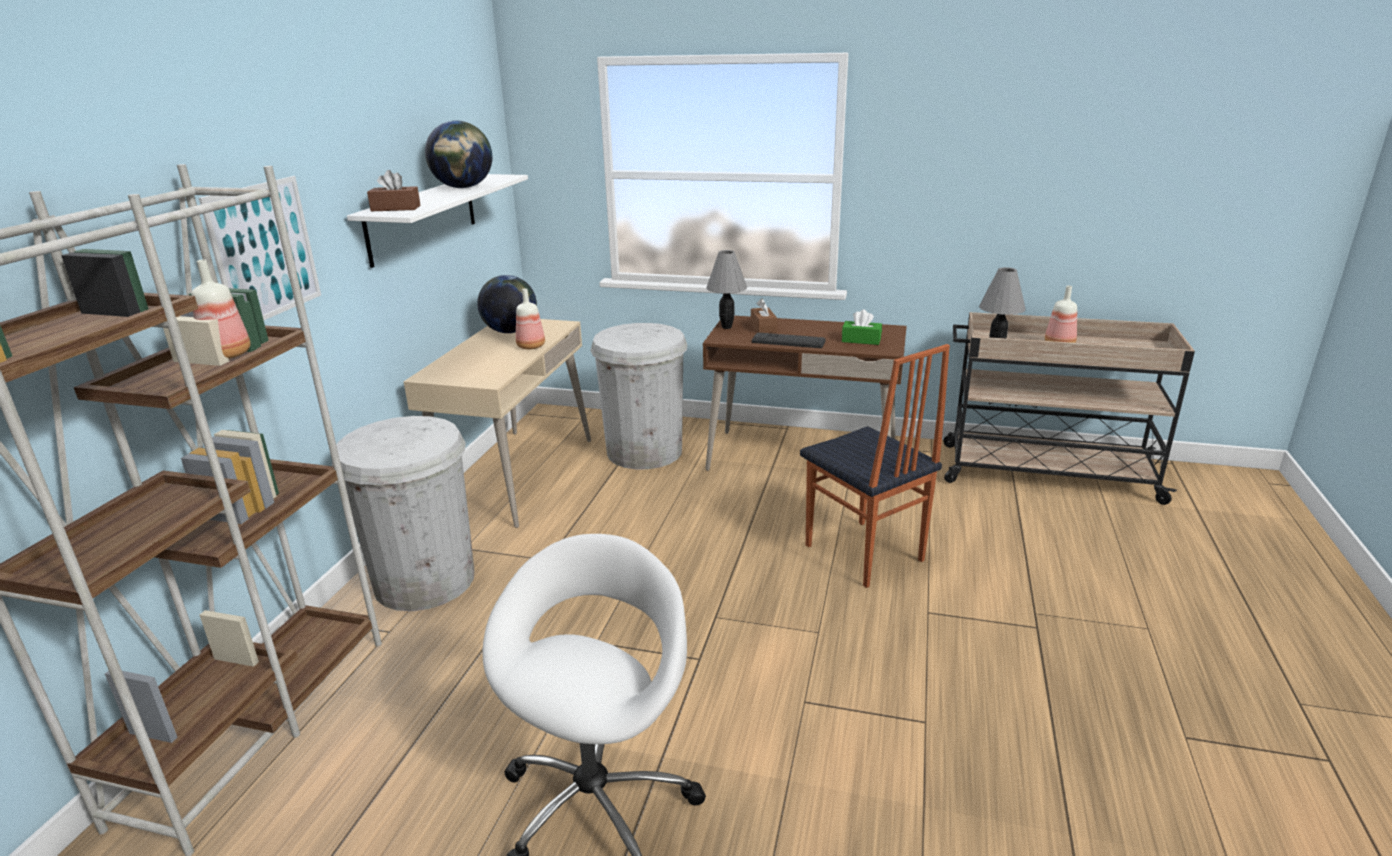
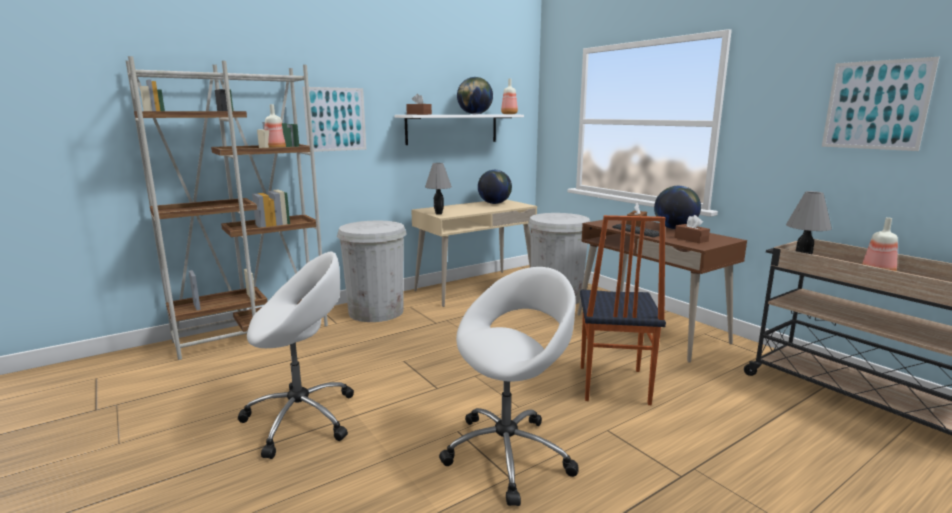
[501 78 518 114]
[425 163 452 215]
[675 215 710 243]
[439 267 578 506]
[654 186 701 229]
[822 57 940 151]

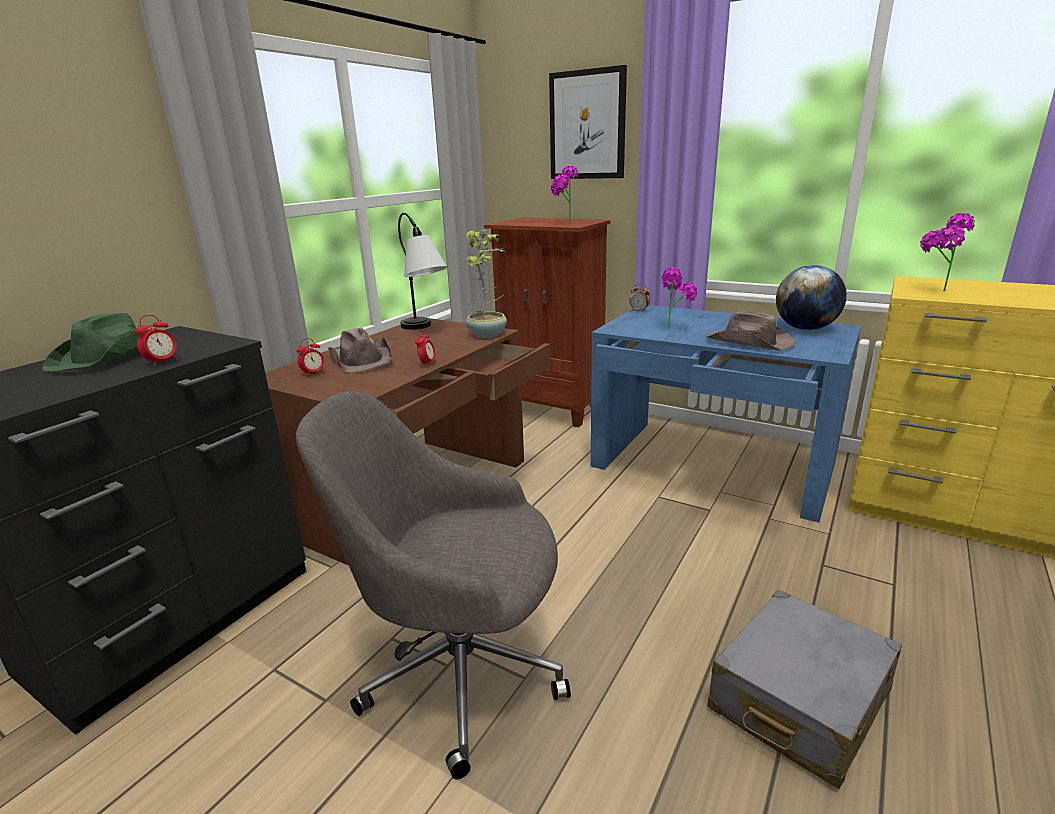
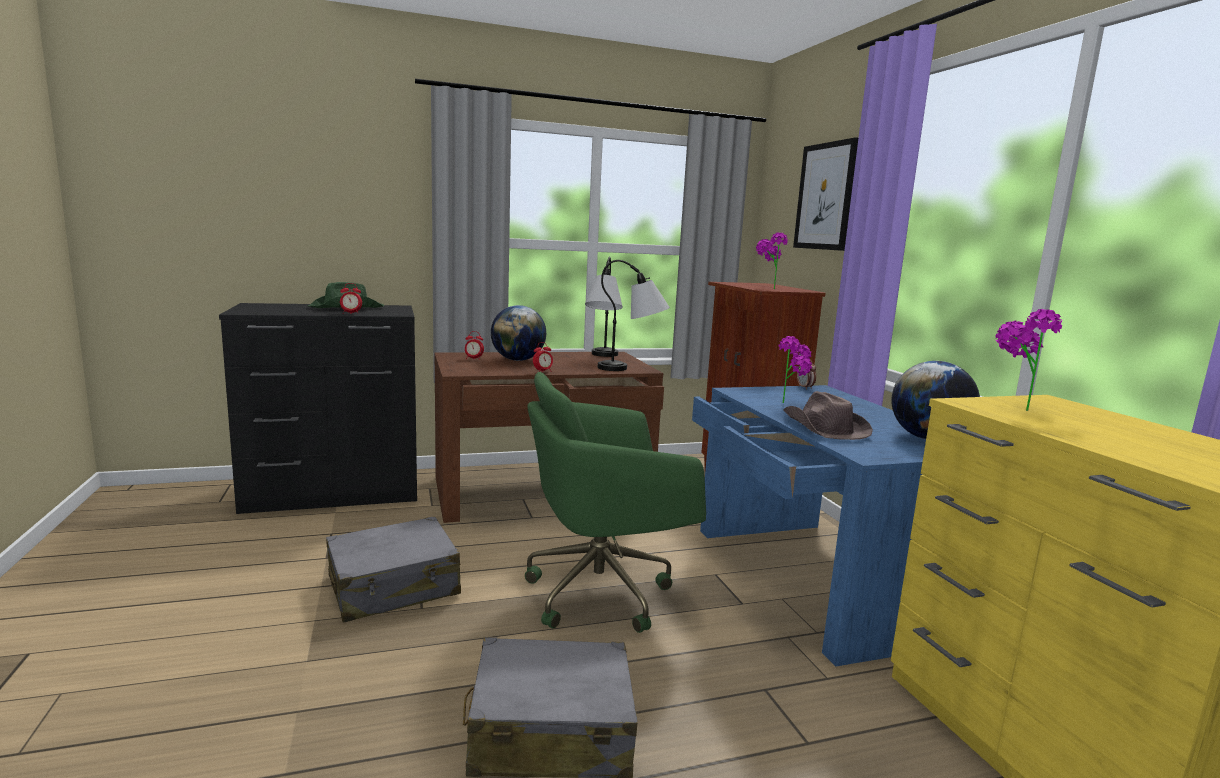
[326 516 461 622]
[491 305 546 361]
[598 260 670 371]
[525 372 706 633]

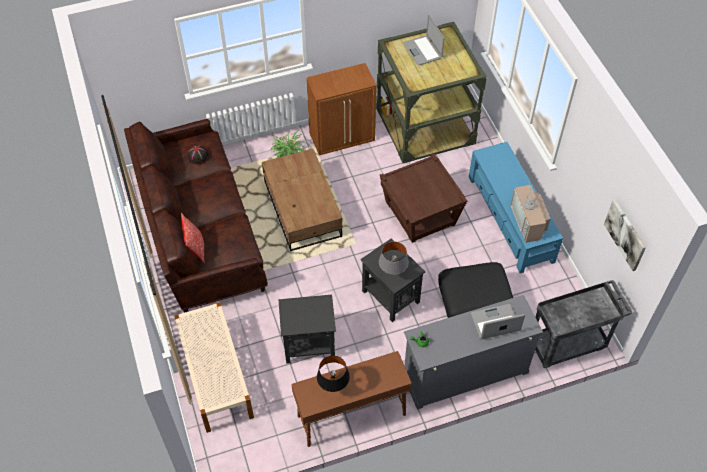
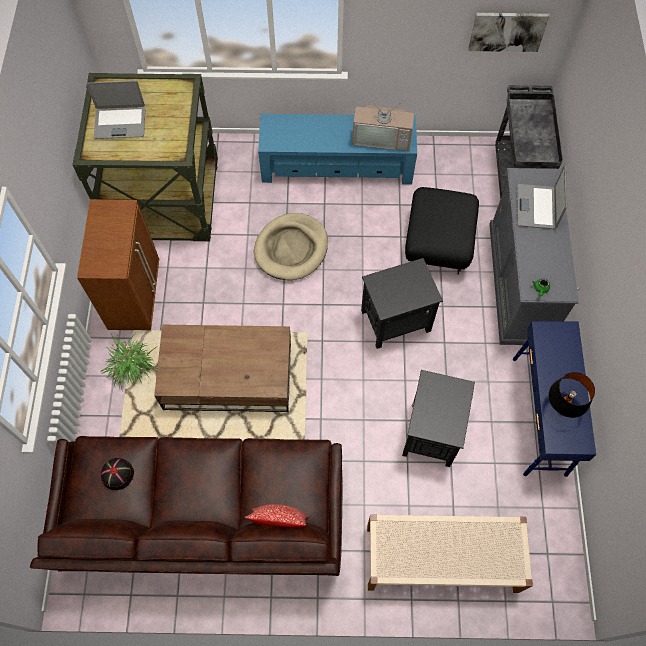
[513 321 596 477]
[379 241 409 275] (first image)
[254 213 328 280]

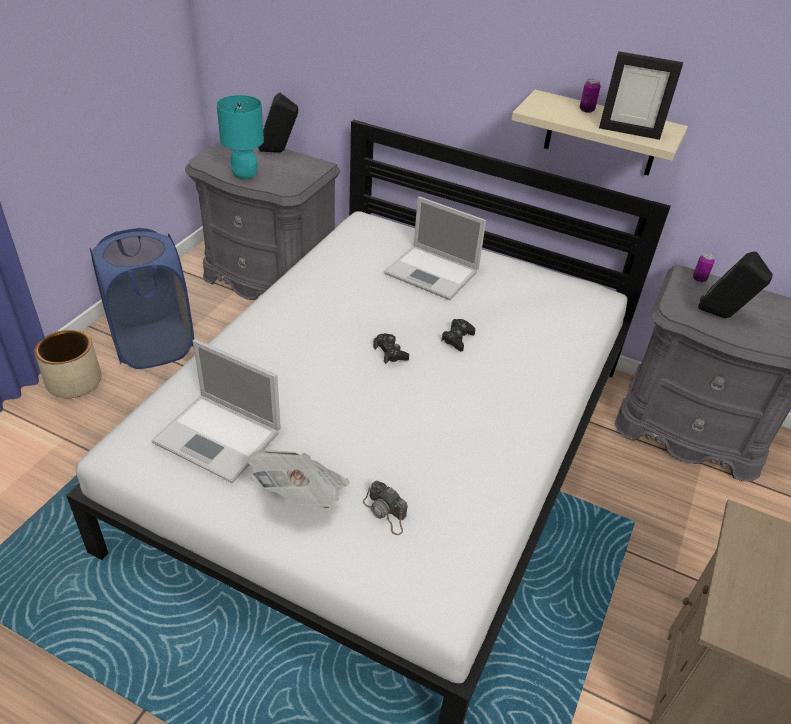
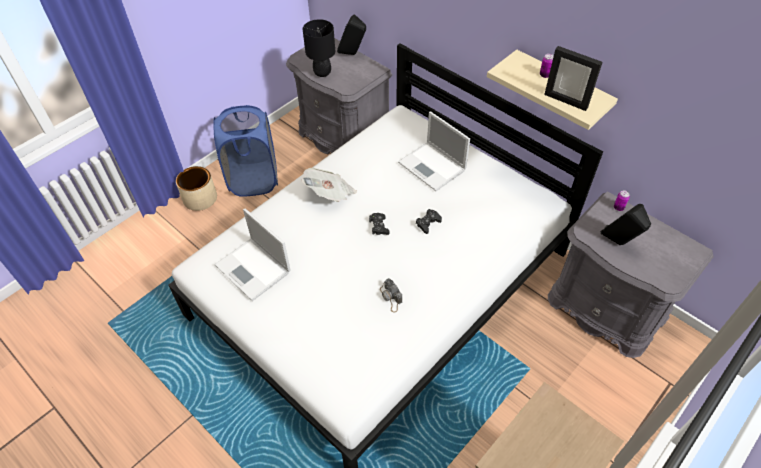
[303 19 335 77]
[301 167 357 202]
[380 278 402 313]

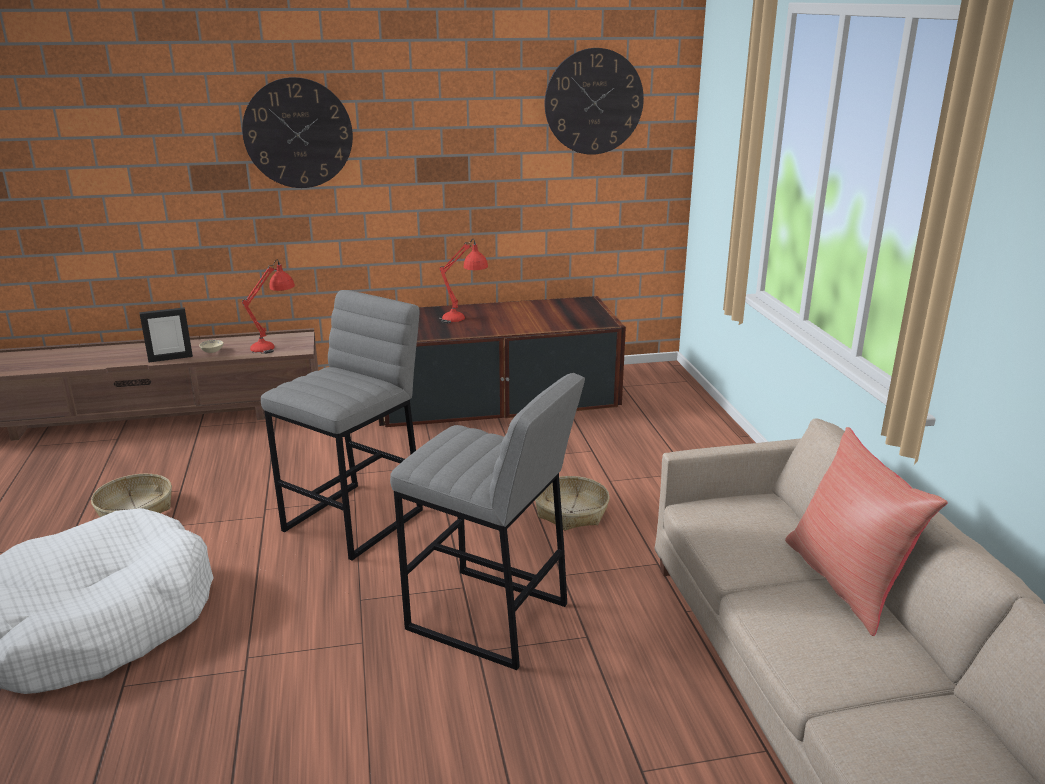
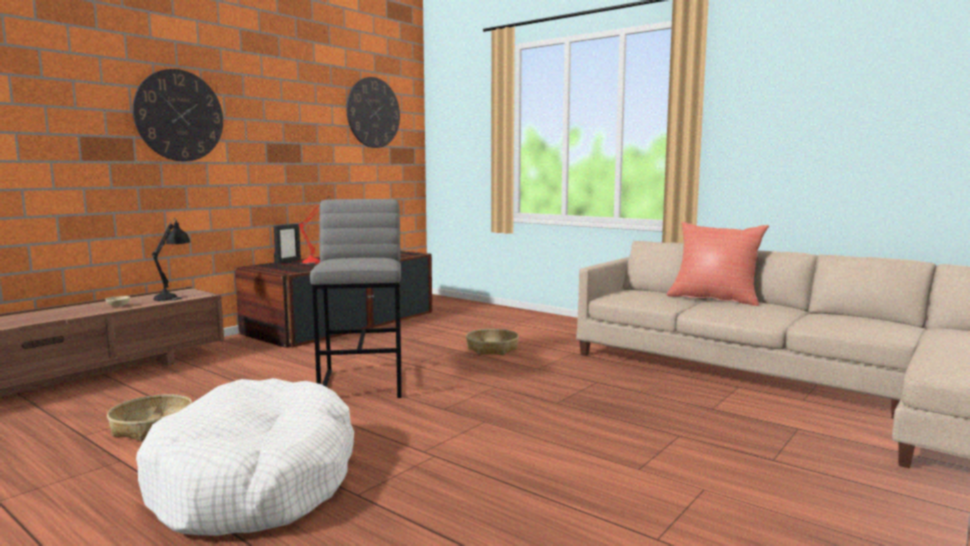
[274 224 301 264]
[152 218 190 301]
[390 373 585 670] (first image)

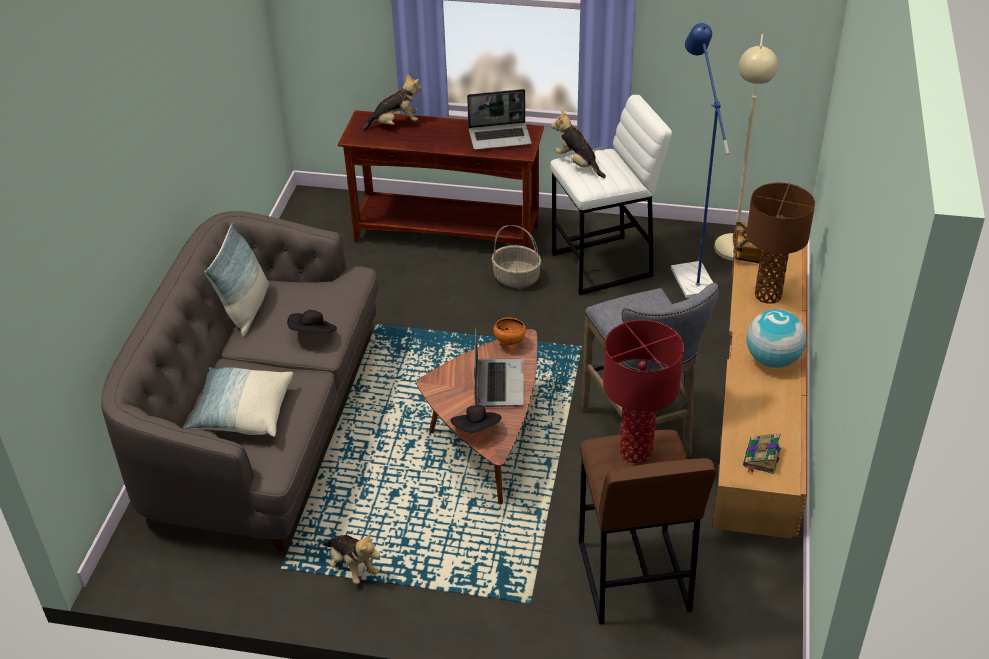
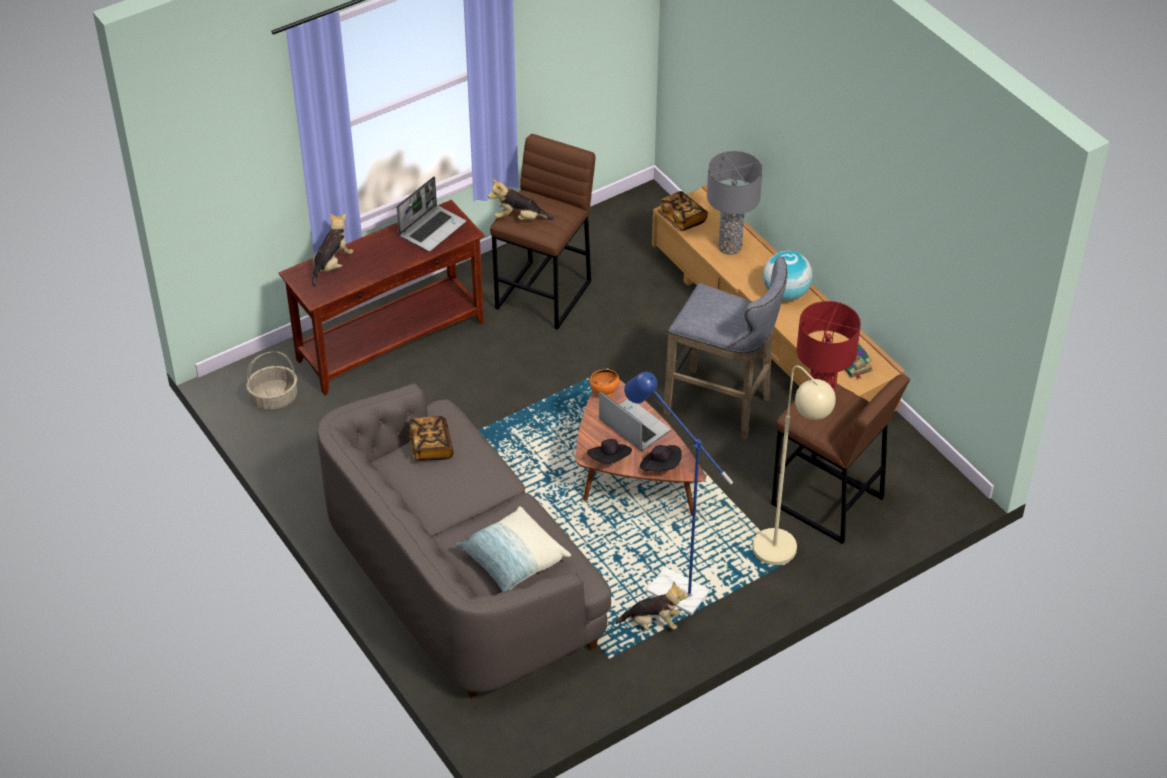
[204 223 269 337] (first image)
[587 439 632 464]
[246 351 297 411]
[490 134 595 330]
[624 372 733 616]
[752 366 836 565]
[707 151 763 255]
[409 416 454 461]

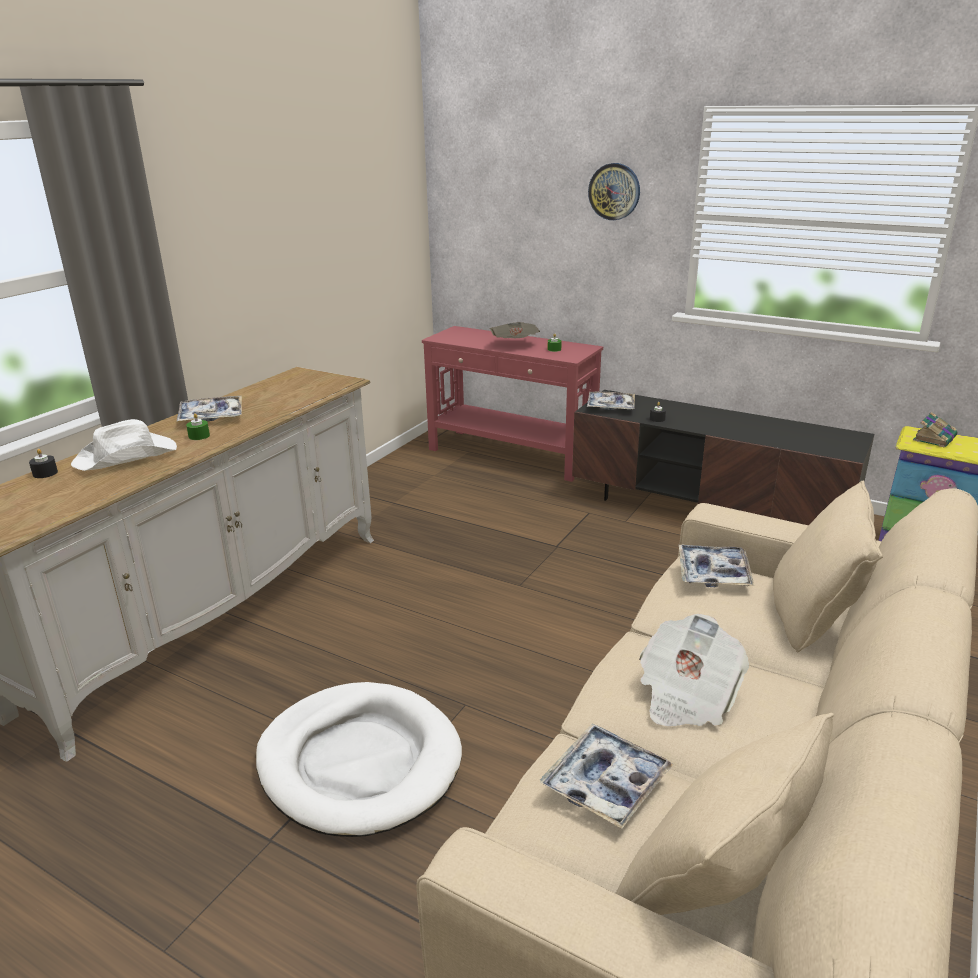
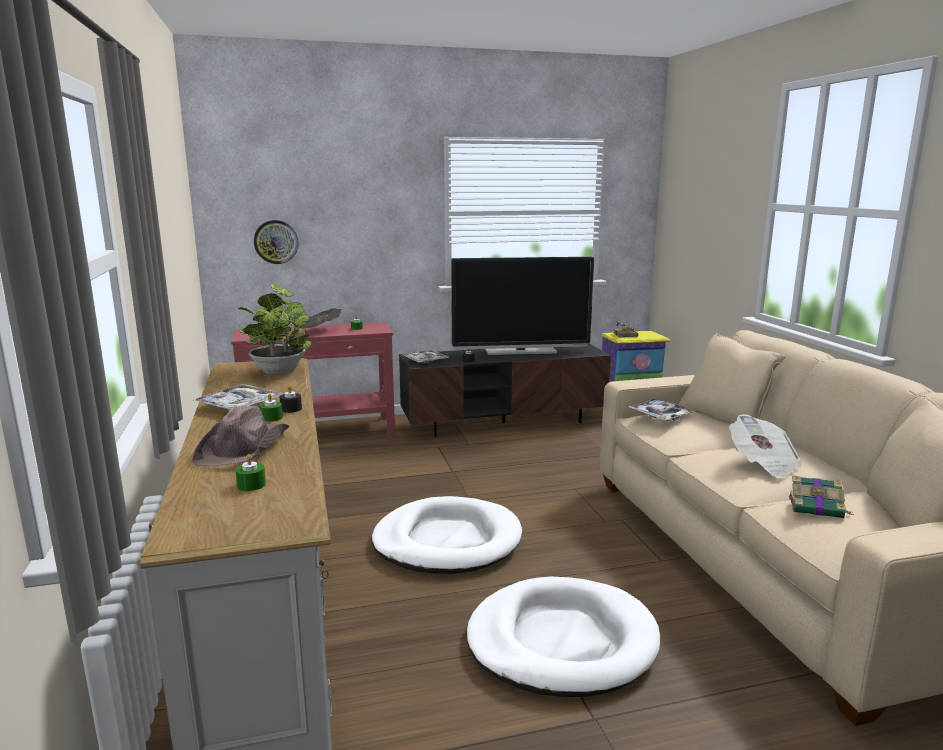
[280 385 302 413]
[192 406 289 466]
[789 476 853 518]
[254 220 299 264]
[235 454 266 491]
[238 283 312 375]
[372 496 522 574]
[451 257 594 355]

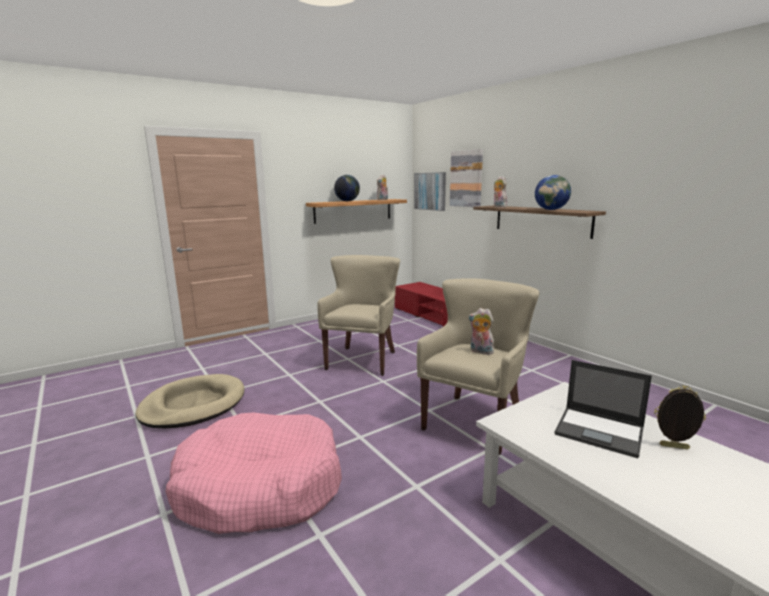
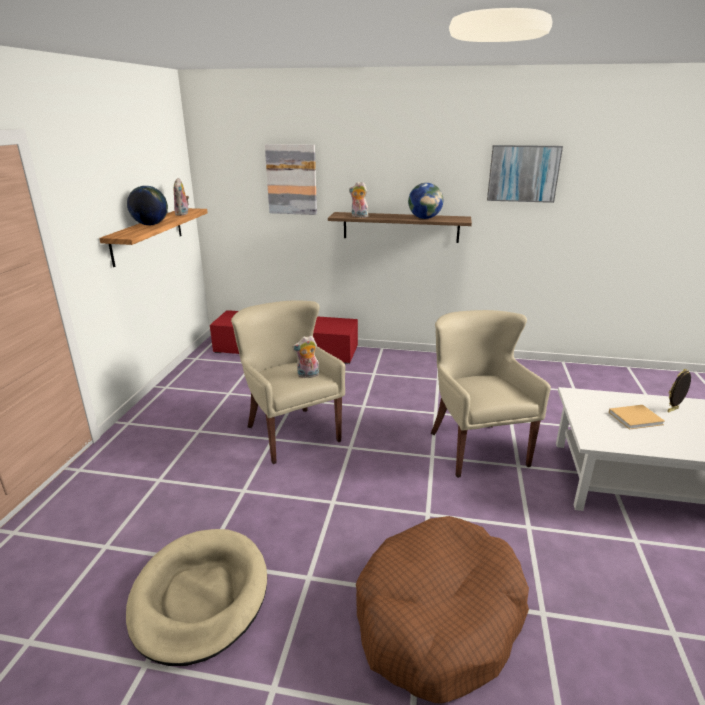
[356 516 529 704]
[487 145 563 203]
[292 335 319 378]
[609 405 665 429]

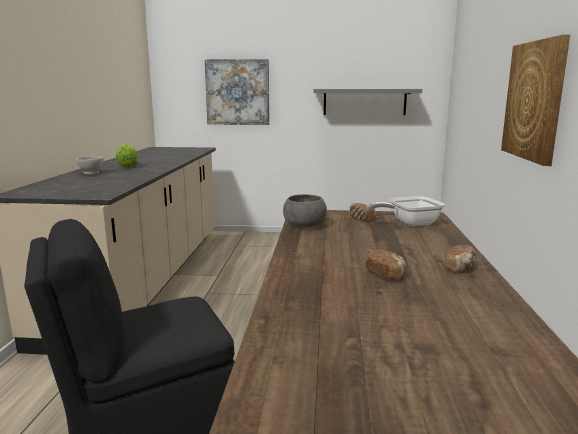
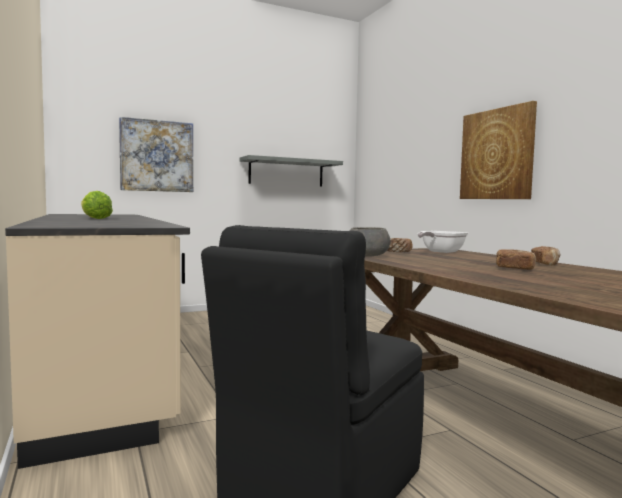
[76 156 104 174] (first image)

